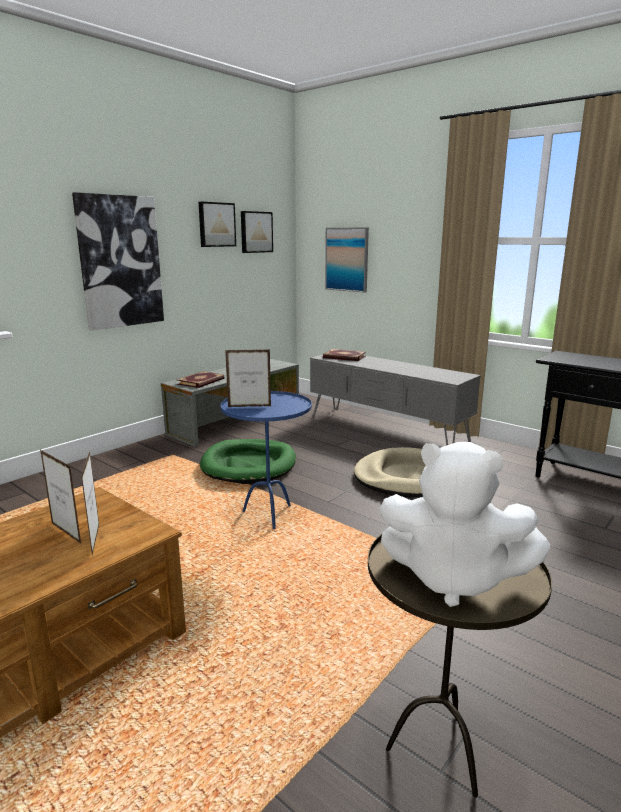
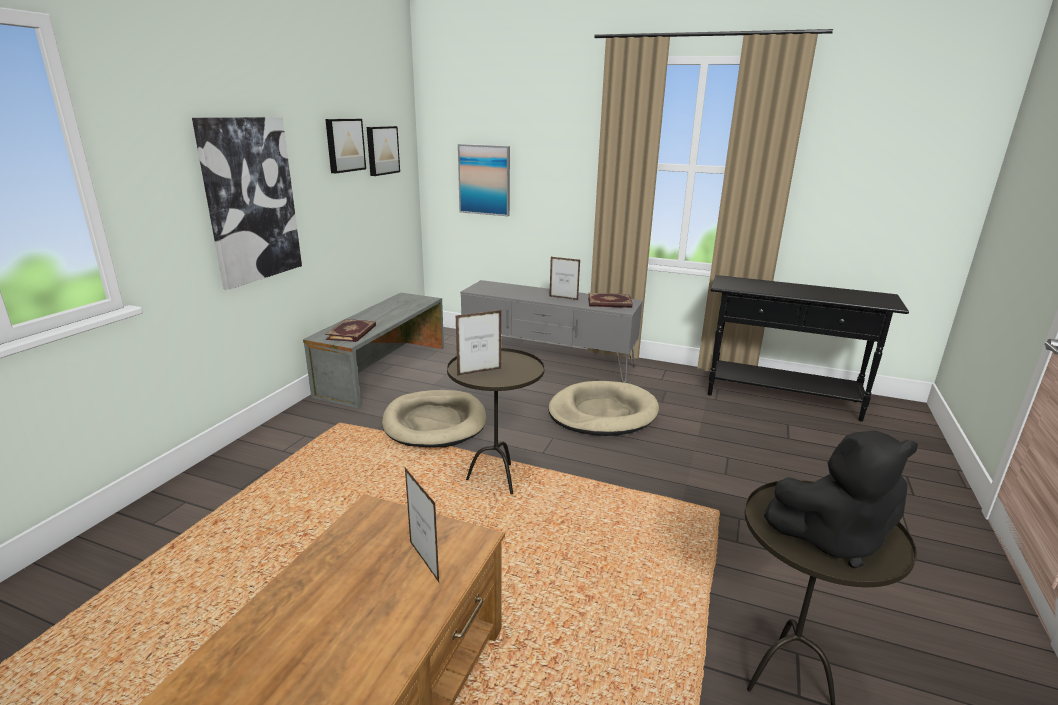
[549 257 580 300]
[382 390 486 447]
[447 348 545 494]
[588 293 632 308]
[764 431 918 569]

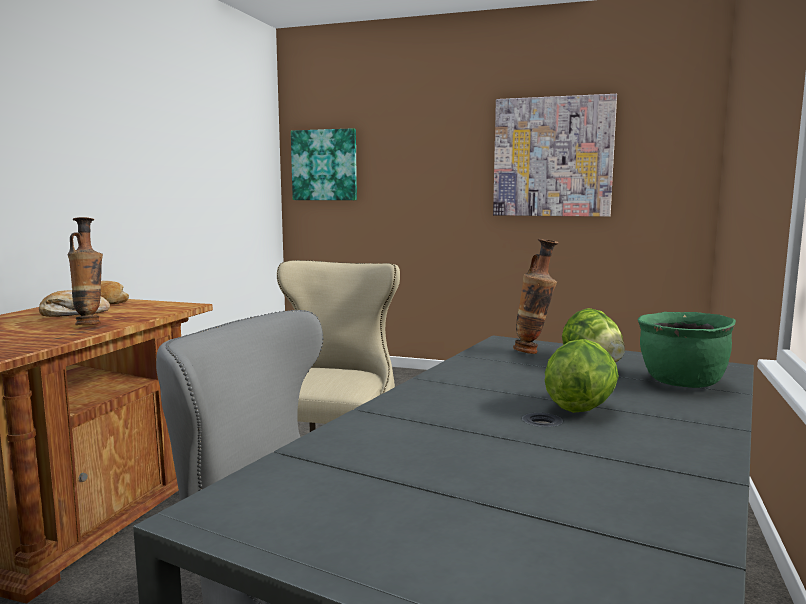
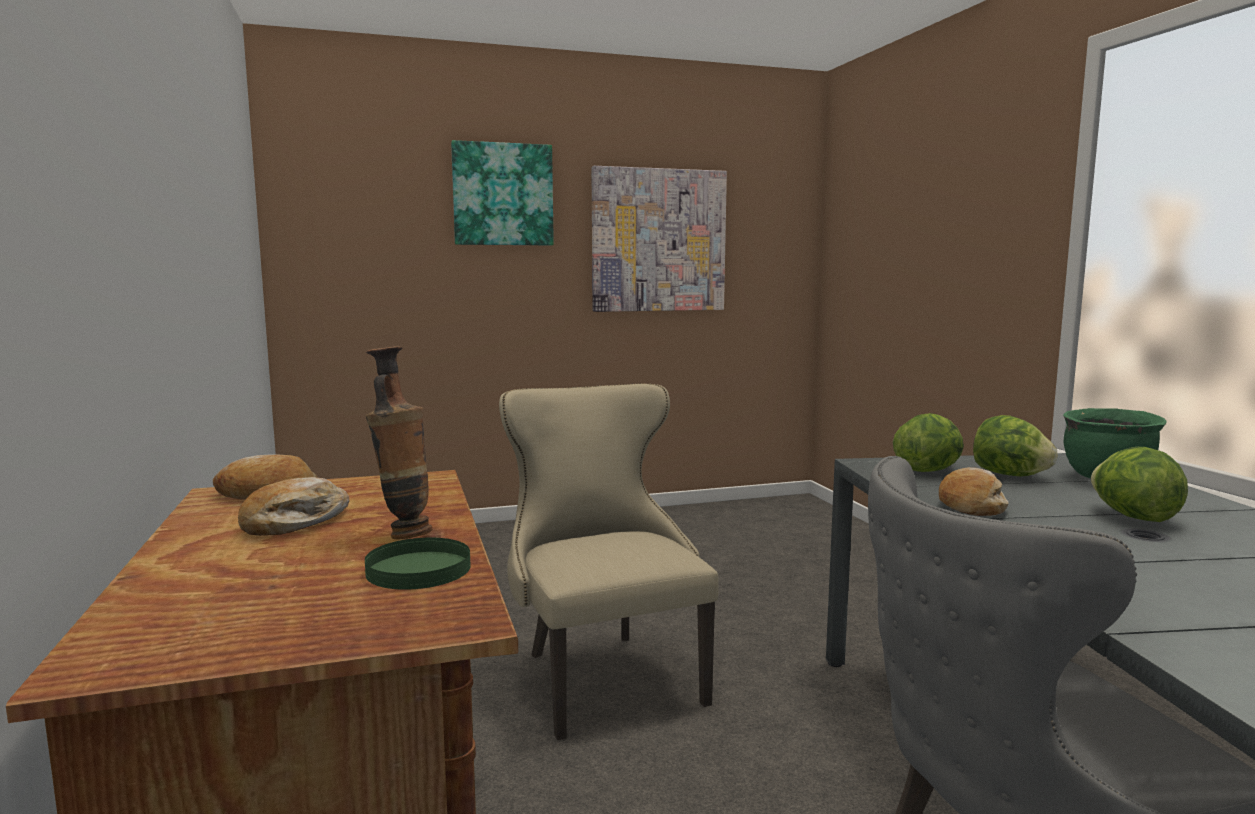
[451 140 554 246]
[893 413 964 472]
[365 538 471 590]
[939 467 1008 516]

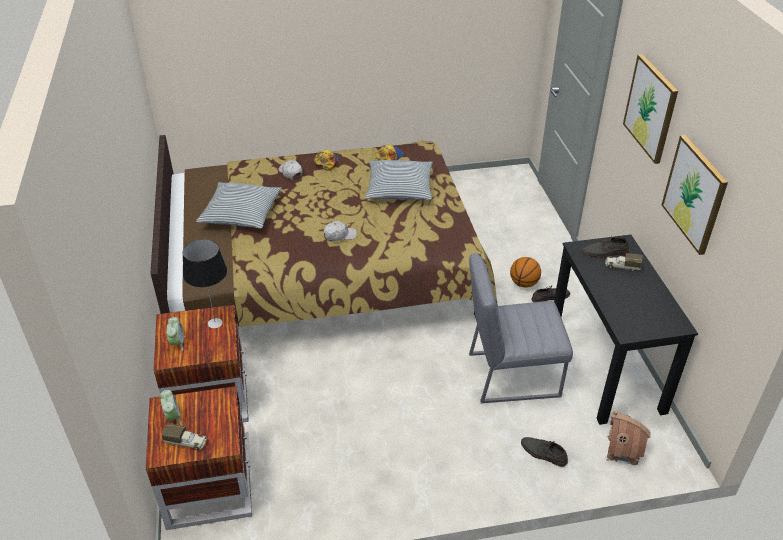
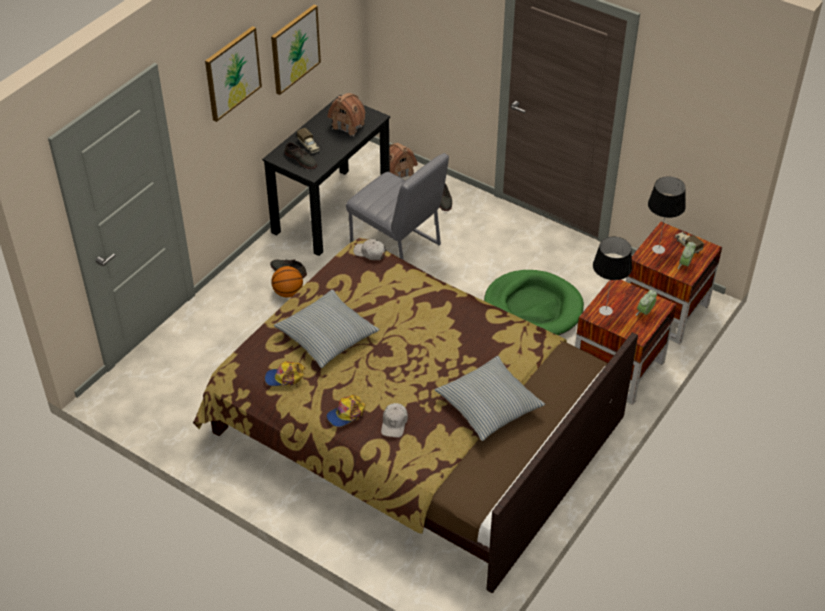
[353 239 386 260]
[327 93 366 137]
[484 270 584 335]
[648 176 686 254]

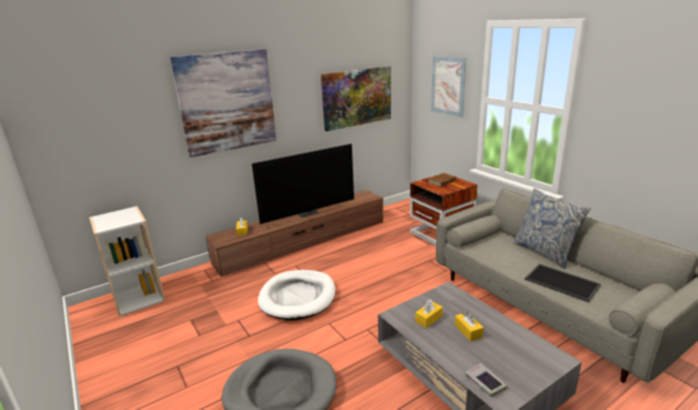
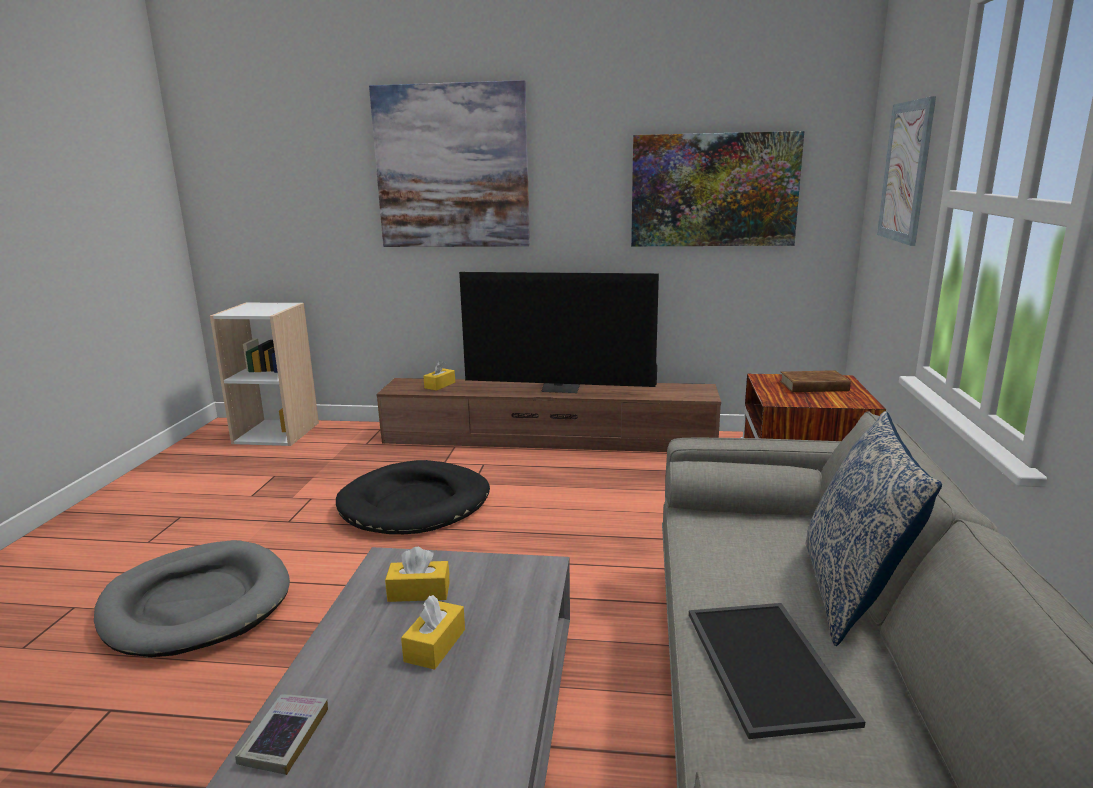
[336 460 490 534]

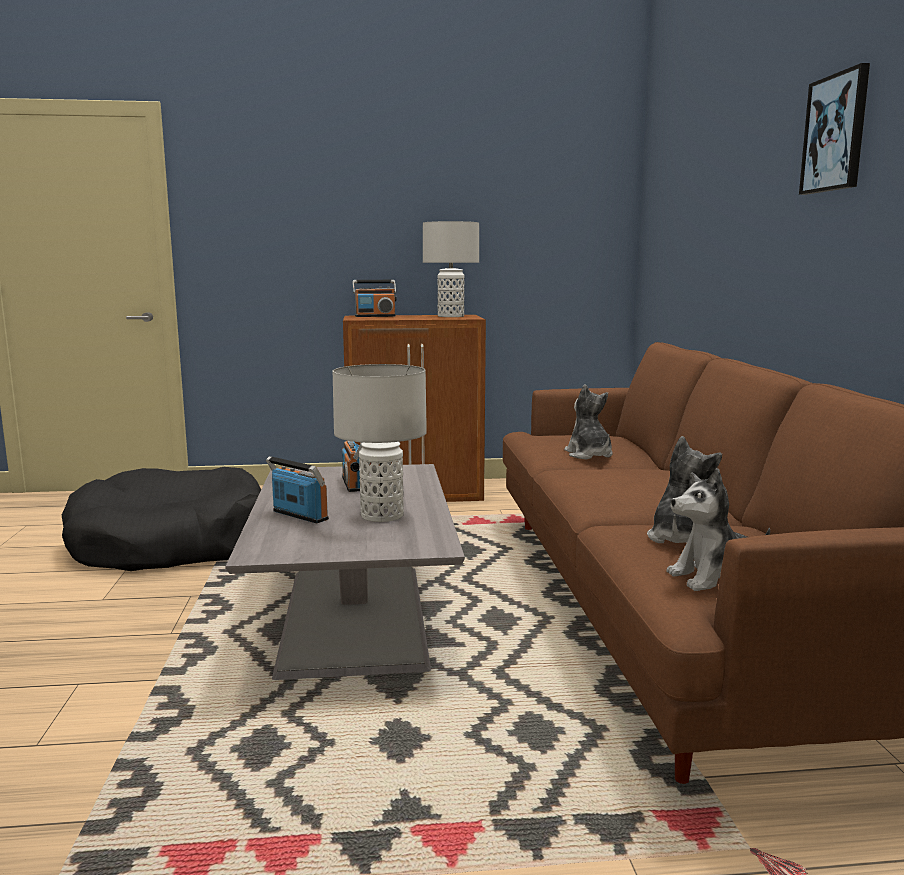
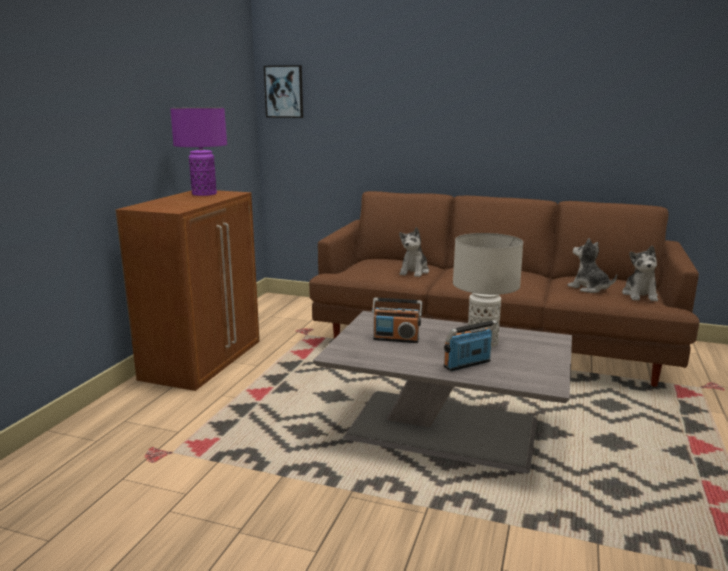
[62 467 261 571] (first image)
[352 280 397 317] (first image)
[170 107 227 196]
[399 227 429 277]
[264 65 303 118]

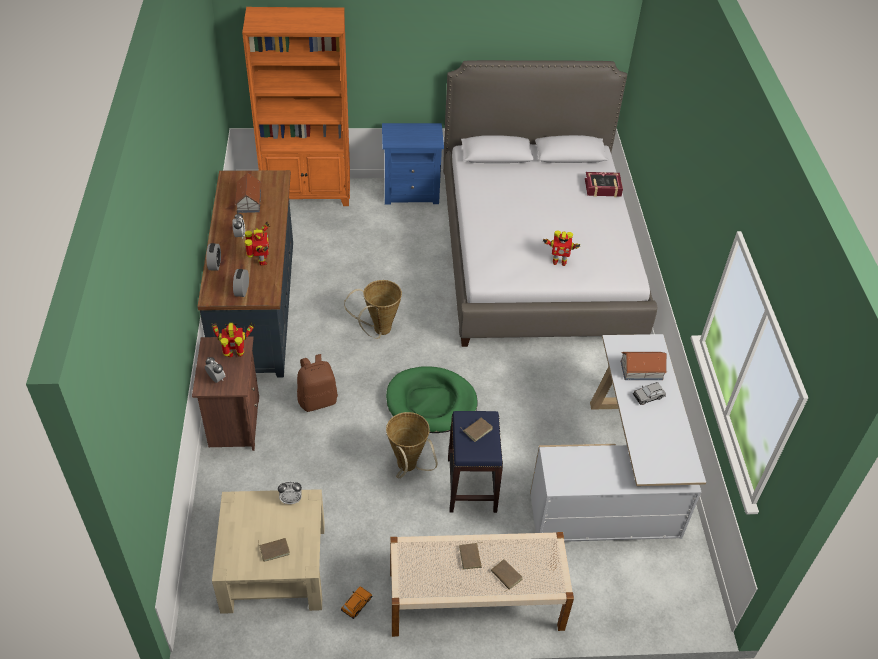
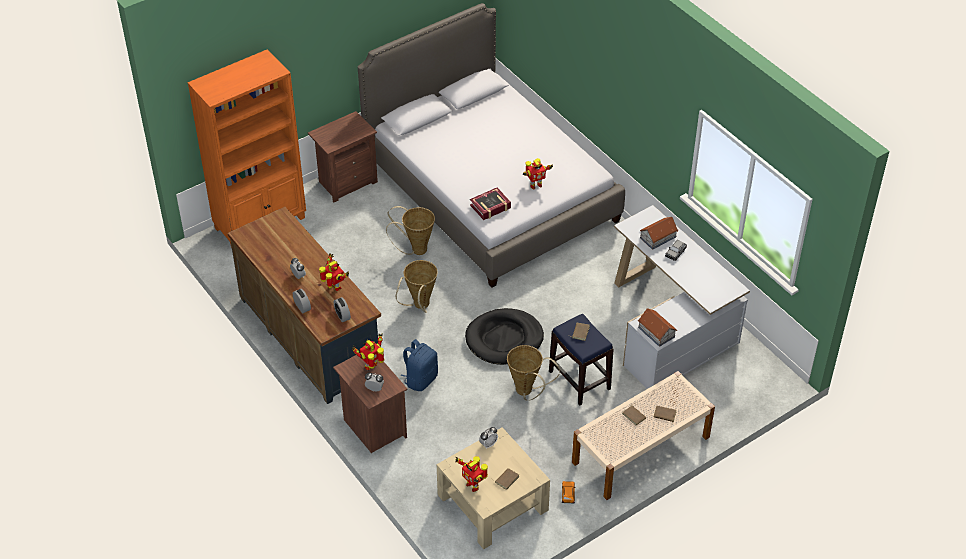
[638 308 677 347]
[400 339 438 391]
[308 111 378 203]
[465 308 544 365]
[470 188 511 220]
[386 206 435 255]
[455 456 488 492]

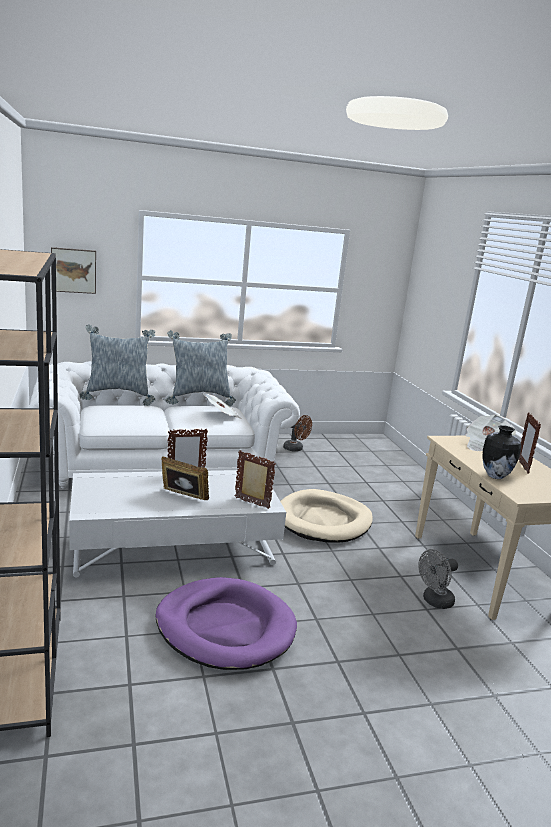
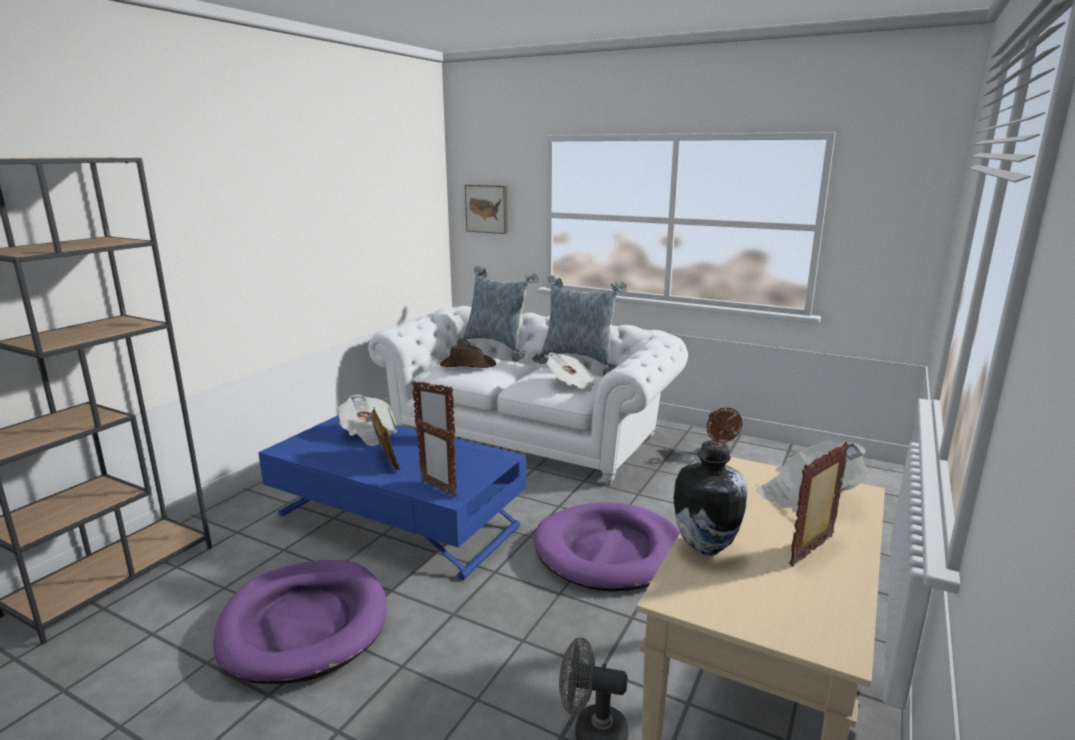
[258 415 526 580]
[416 419 457 497]
[534 502 680 592]
[338 395 397 446]
[440 344 496 368]

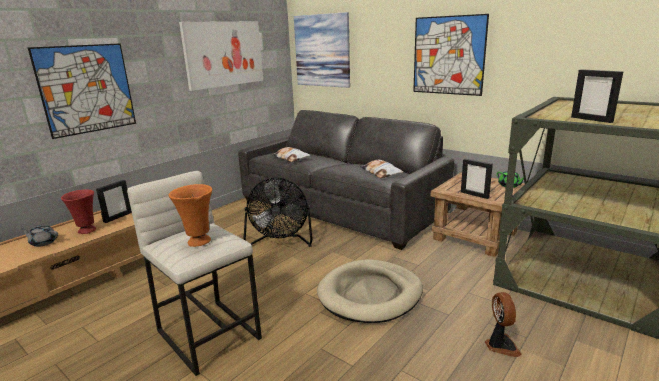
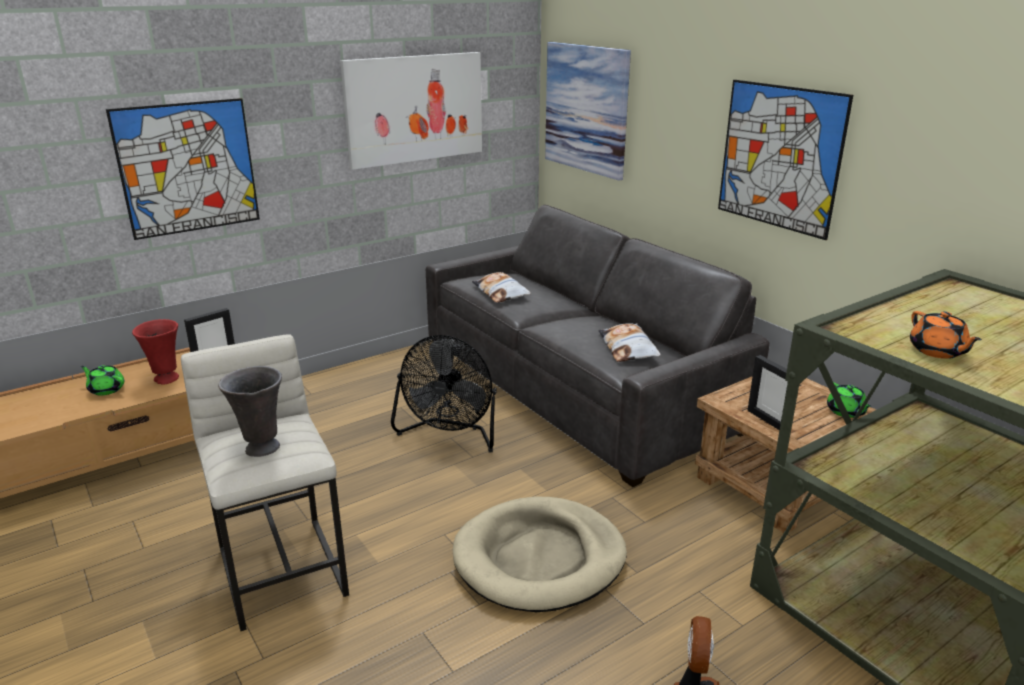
[81 365 124 395]
[218 366 282 457]
[910 311 982 359]

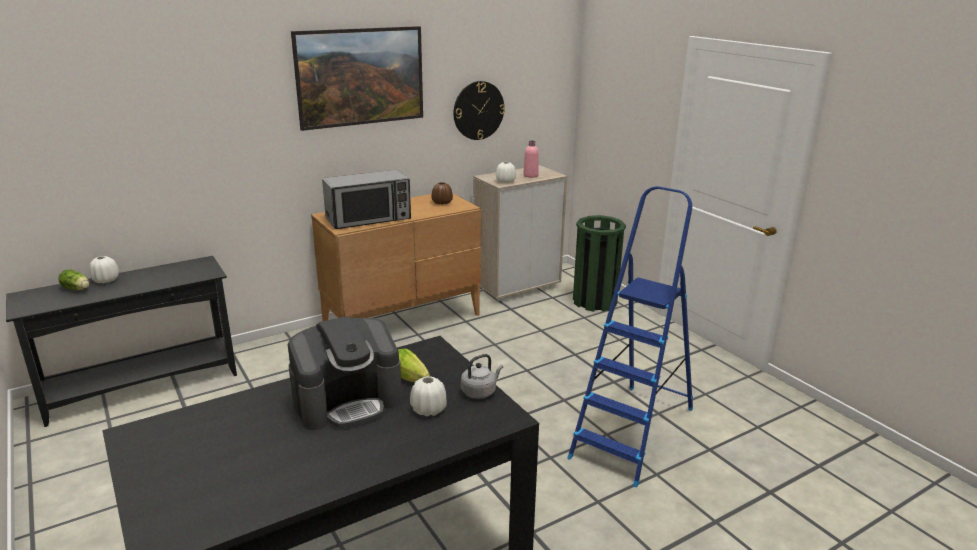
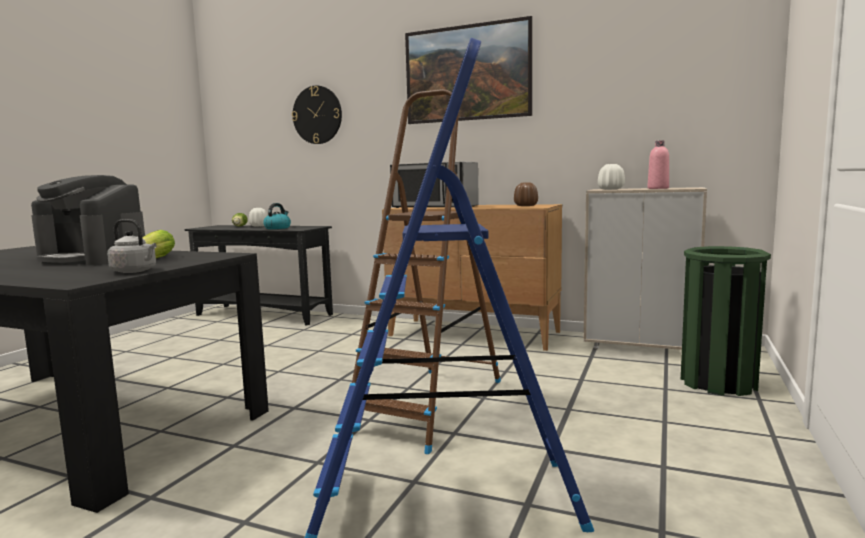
[410 376 446 416] (first image)
[292 85 342 144]
[263 203 291 229]
[352 89 501 454]

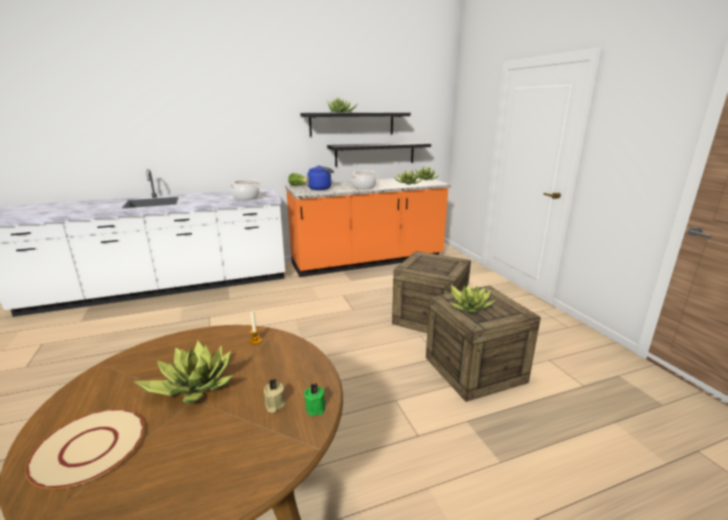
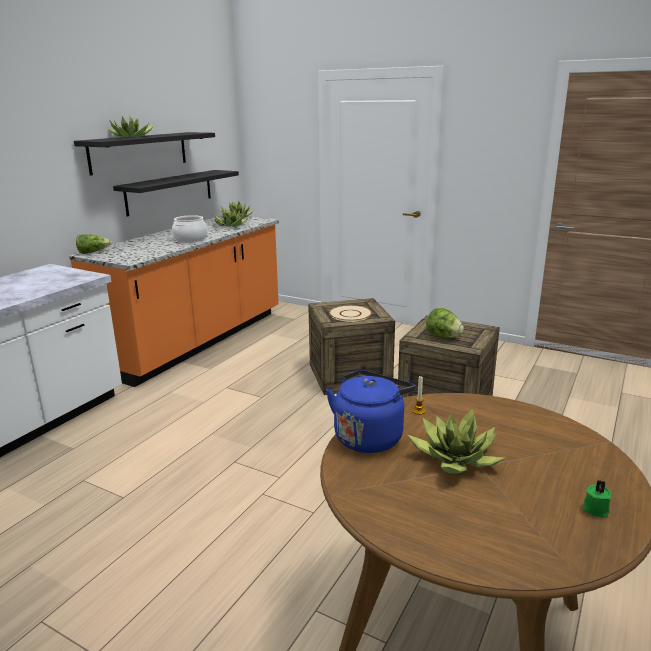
[329 305 372 322]
[229 179 260 200] (first image)
[264 379 285 413] (first image)
[582 480 612 518]
[326 370 415 453]
[426 308 464 338]

